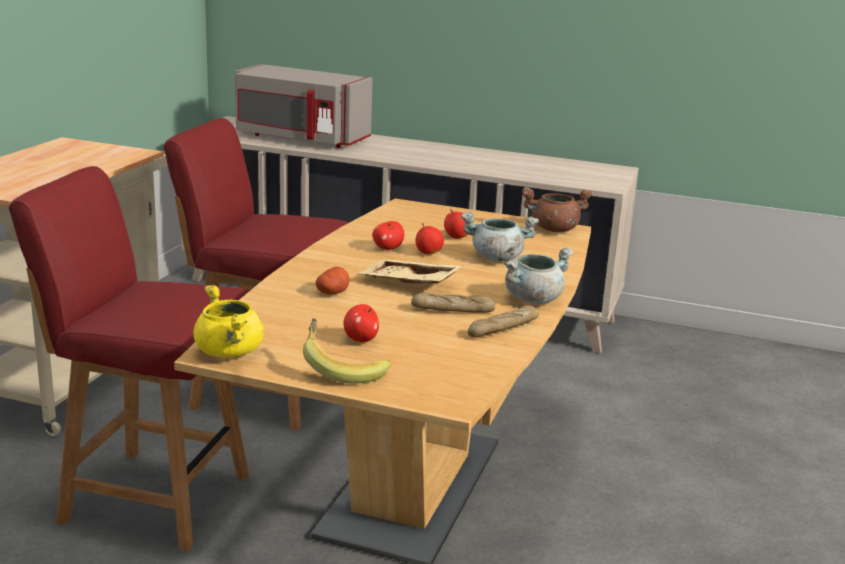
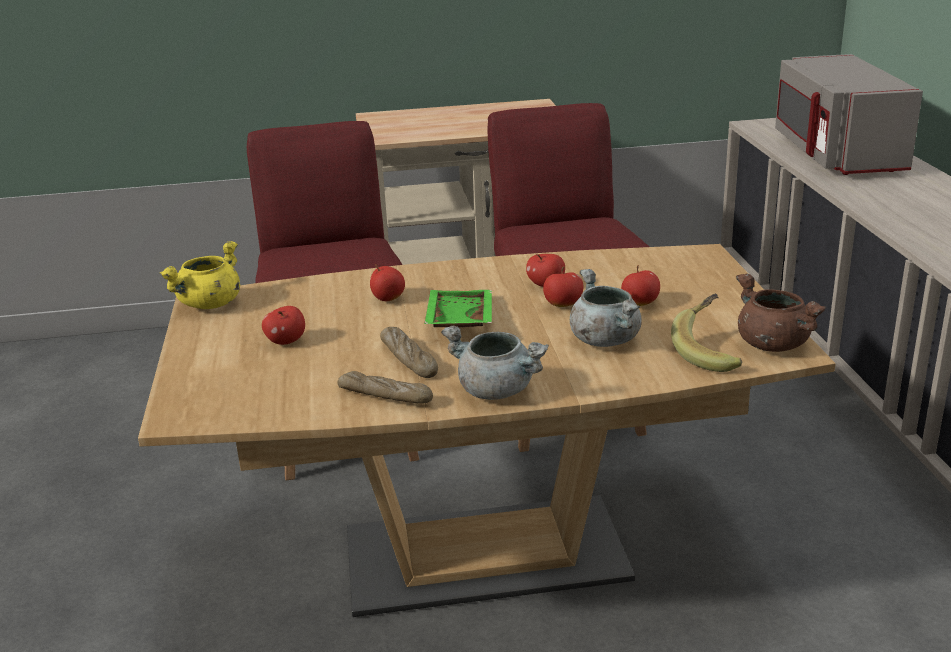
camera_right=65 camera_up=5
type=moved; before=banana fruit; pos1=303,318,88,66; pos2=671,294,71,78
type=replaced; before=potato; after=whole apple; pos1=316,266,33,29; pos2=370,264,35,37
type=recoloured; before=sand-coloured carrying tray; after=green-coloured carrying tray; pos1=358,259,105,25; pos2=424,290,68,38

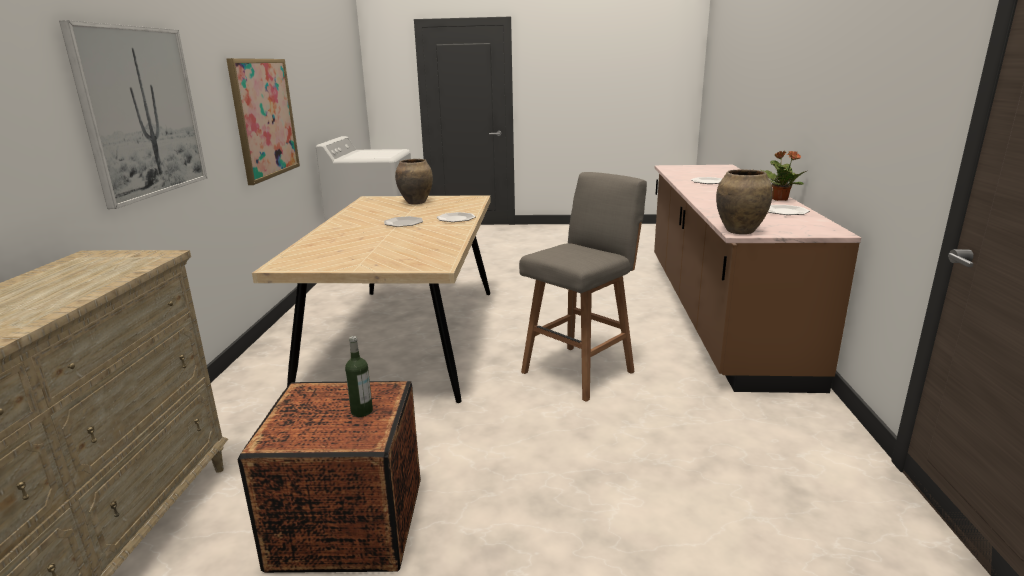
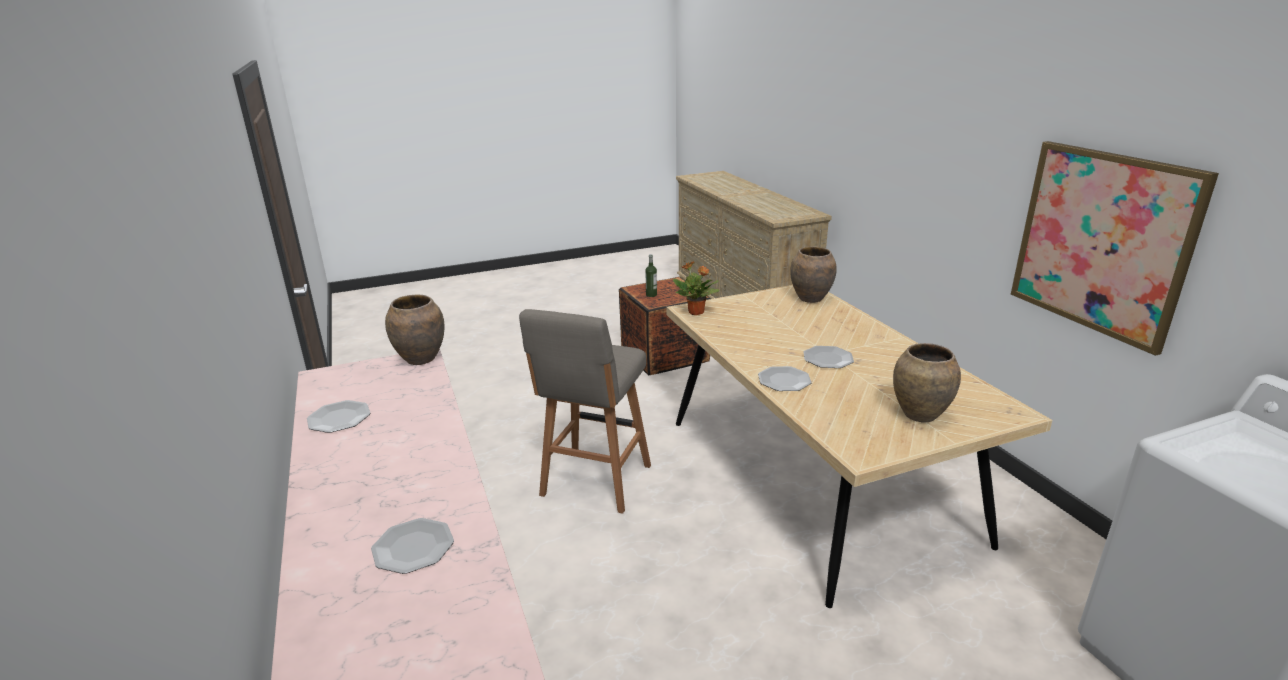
camera_right=155 camera_up=5
type=removed; before=wall picture; pos1=59,20,148,189
type=added; after=brown-coloured decorative vase; pos2=790,246,47,57
type=moved; before=houseplant; pos1=761,151,45,50; pos2=673,261,47,54

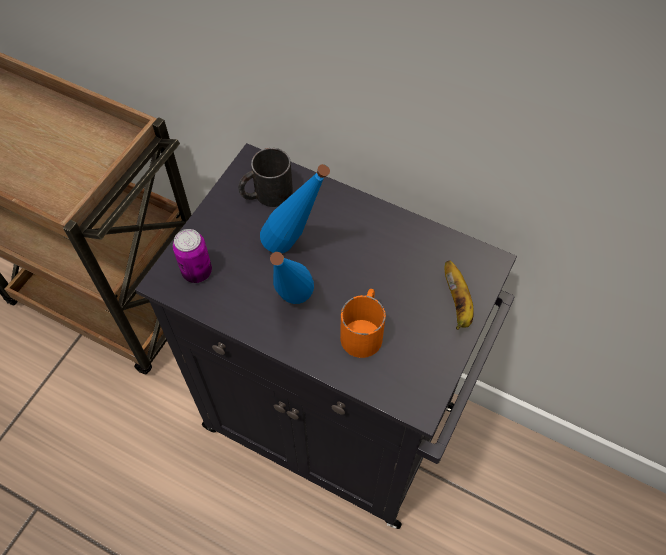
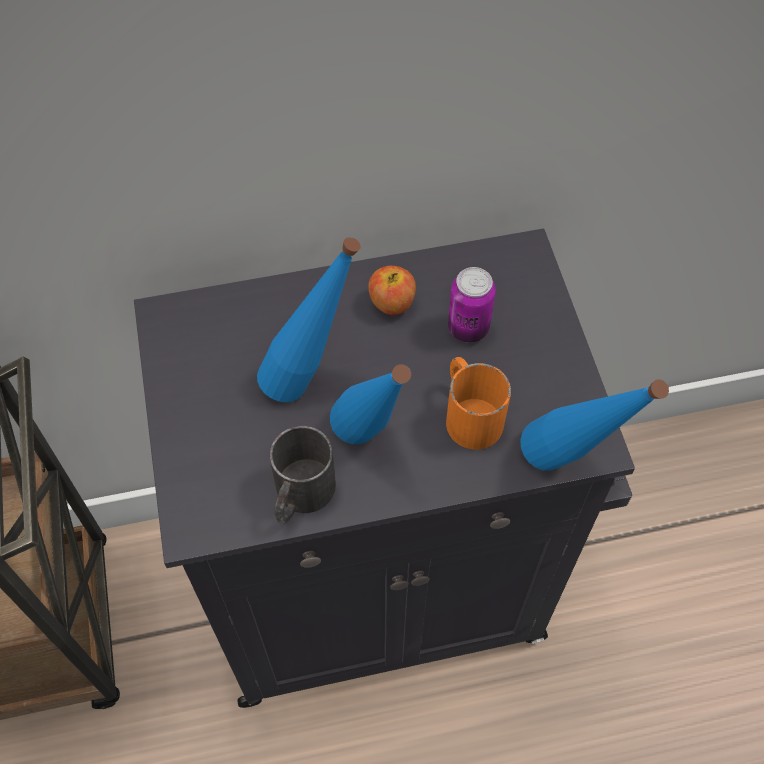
camera_right=-40 camera_up=0
type=removed; before=banana fruit; pos1=445,260,29,70
type=added; after=whole apple; pos2=368,266,48,49
type=added; after=blue-coloured bottle; pos2=520,379,149,92
type=moved; before=metal can; pos1=173,229,39,54; pos2=448,267,48,76
type=moved; before=blackish coffee mug; pos1=238,148,55,59; pos2=270,426,66,98

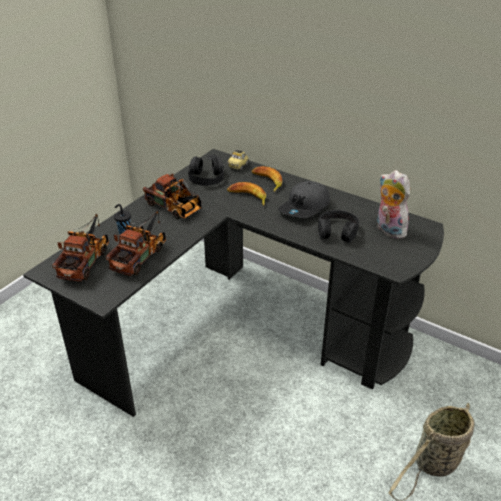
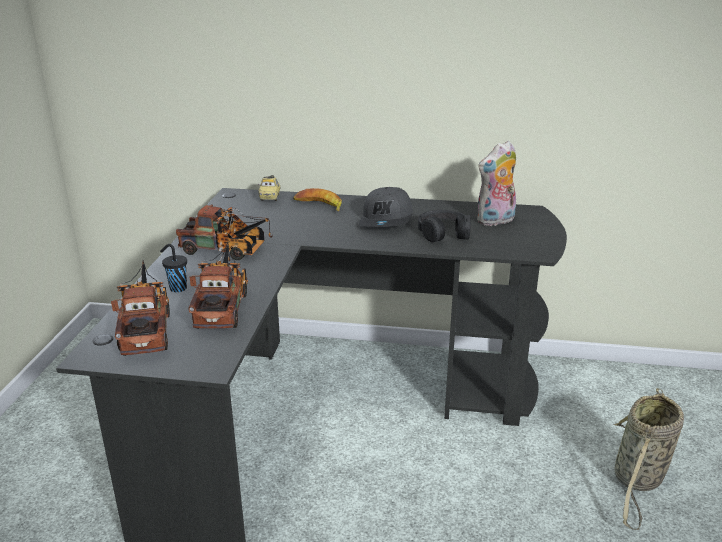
camera_right=-25 camera_up=-10
type=removed; before=blackish headset; pos1=188,156,36,30
type=removed; before=banana fruit; pos1=227,182,39,24
type=turned; before=cuddly toy; pos1=377,170,33,69; pos2=477,141,39,85; turn=-60

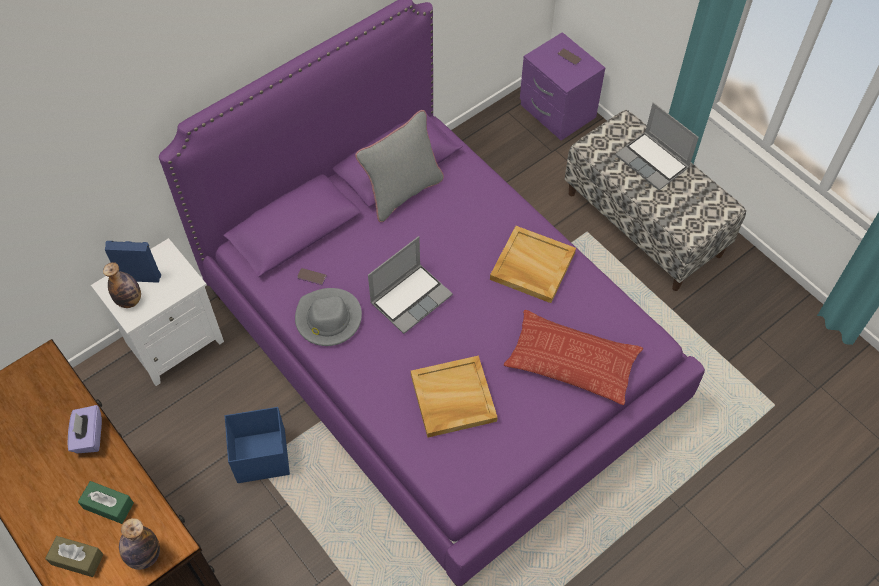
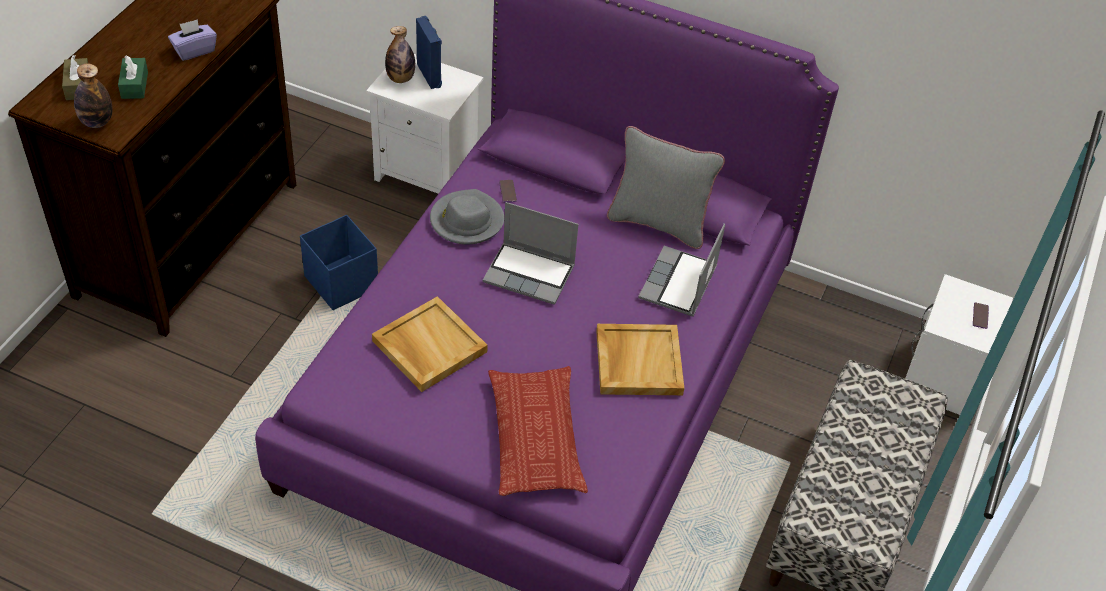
camera_right=60 camera_up=-10
type=moved; before=laptop; pos1=616,102,83,88; pos2=638,223,87,94
type=recoloured; before=purplish nightstand; after=whitish nightstand; pos1=520,32,85,108; pos2=905,274,108,141

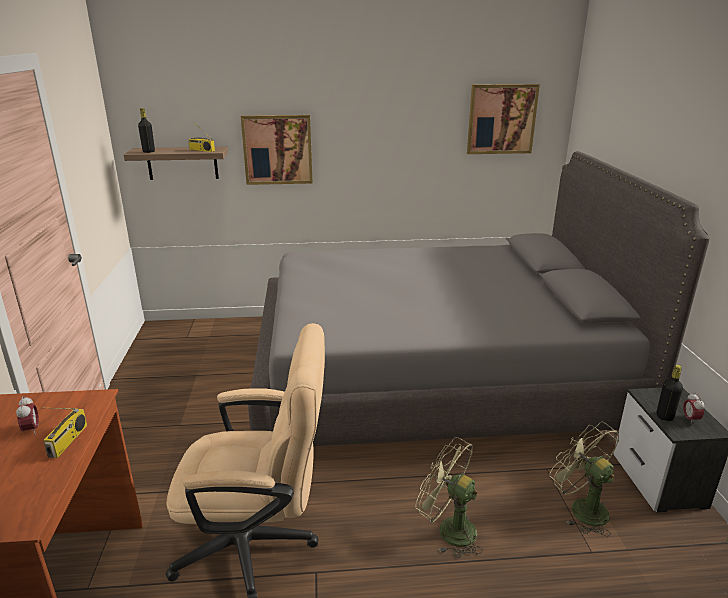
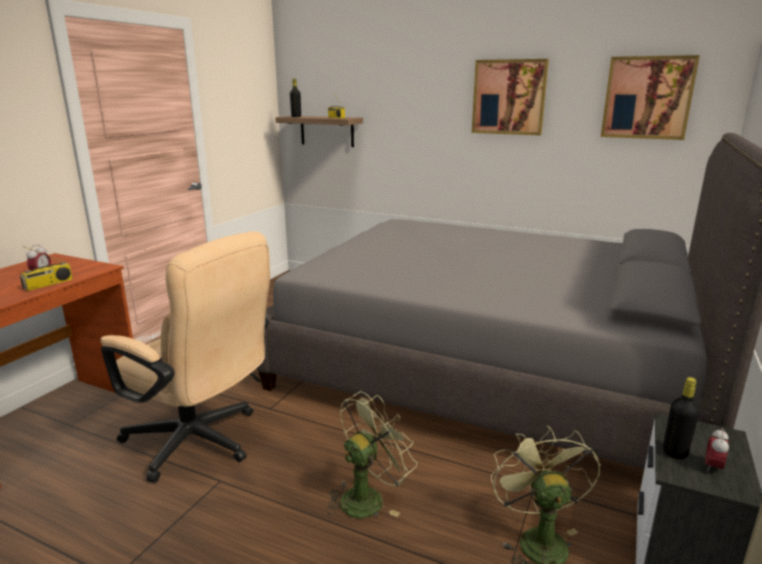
camera_right=30 camera_up=-5
type=moved; before=wall picture; pos1=241,115,72,70; pos2=472,59,77,76
type=turned; before=green-coloured cooling fan; pos1=415,437,68,121; pos2=326,391,91,127; turn=75

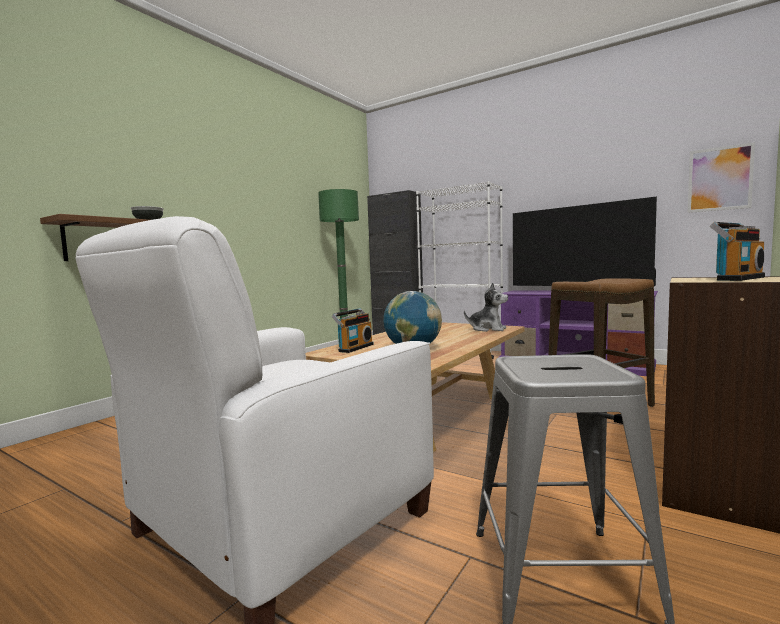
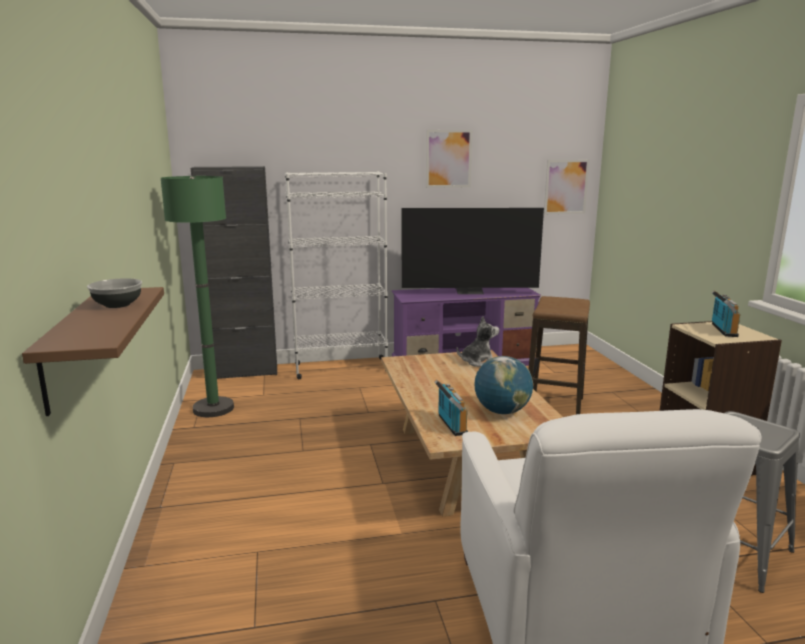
camera_right=-45 camera_up=10
type=added; after=wall picture; pos2=426,130,46,58

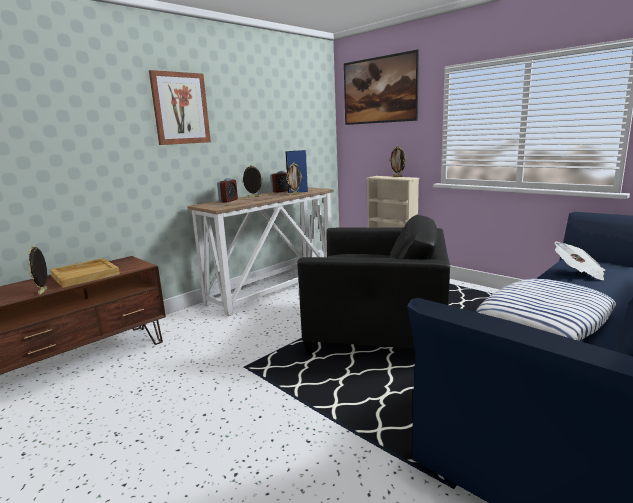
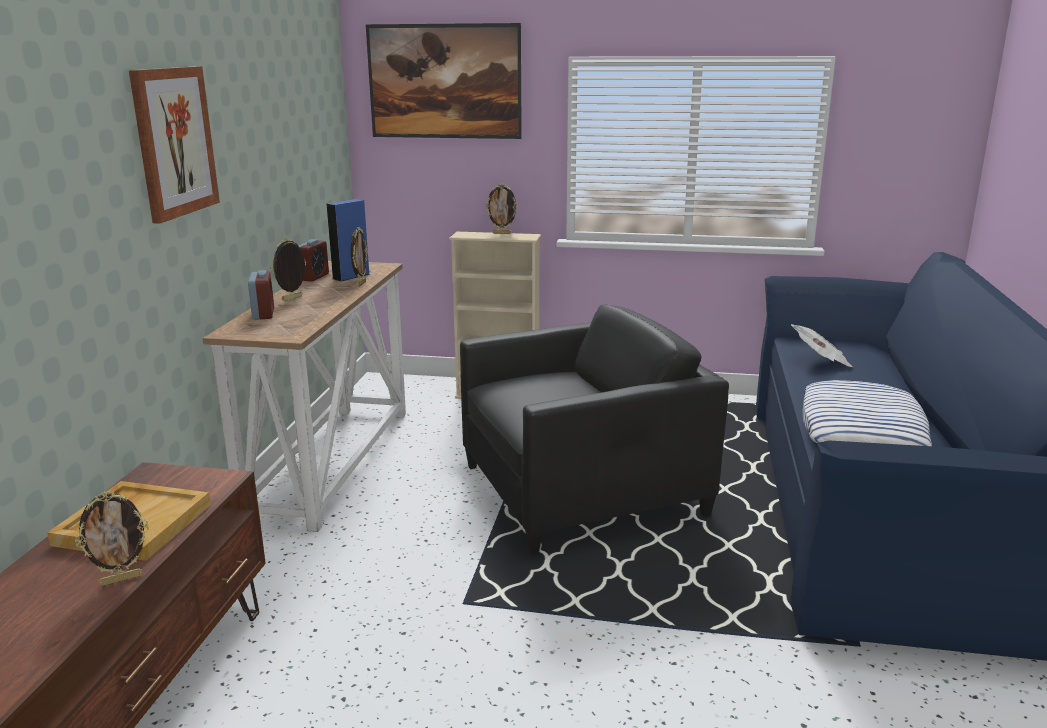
camera_right=-35 camera_up=5
type=turned; before=photo frame; pos1=28,246,19,49; pos2=75,492,74,94; turn=-75

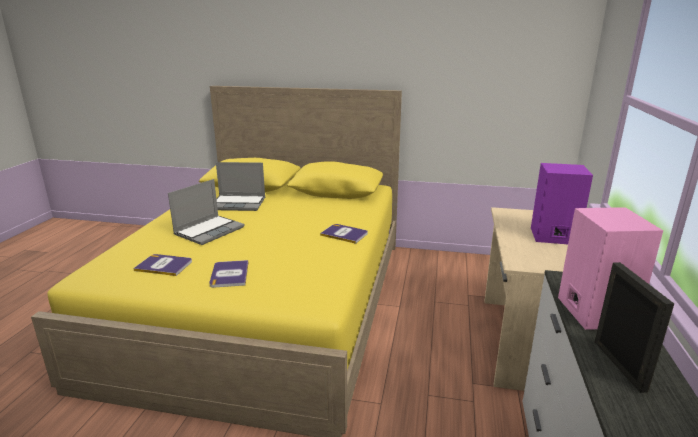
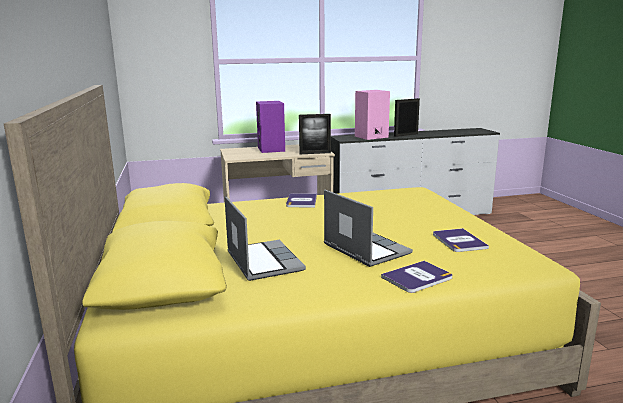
camera_right=-115 camera_up=-5
type=added; after=photo frame; pos2=299,114,32,40
type=moved; before=bound book; pos1=209,260,39,28; pos2=381,261,72,32
type=turned; before=laptop; pos1=168,179,77,66; pos2=324,190,89,77; turn=45

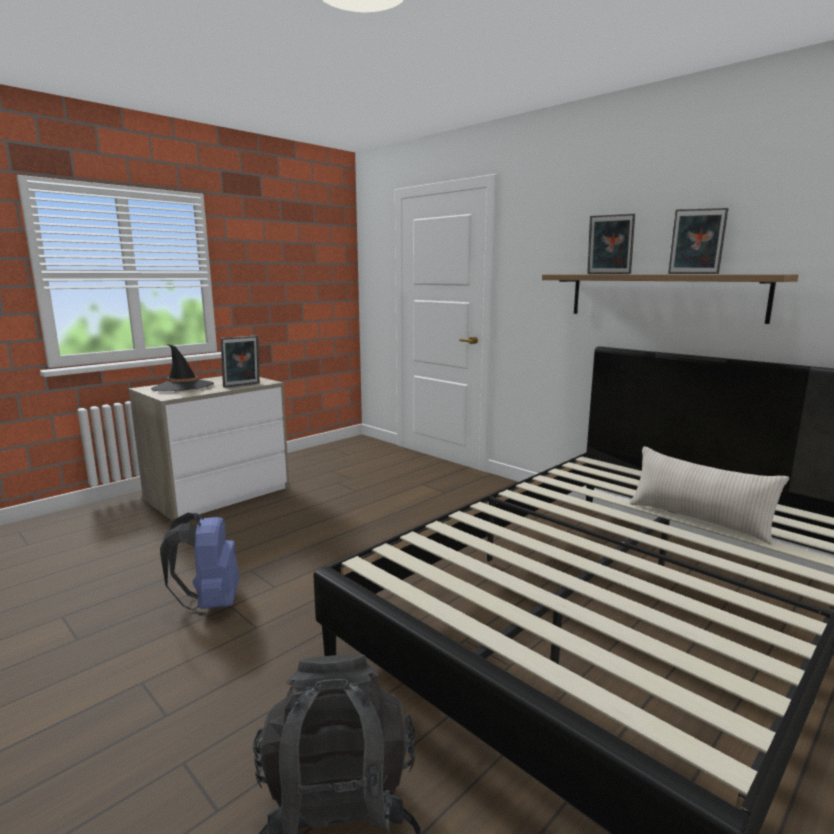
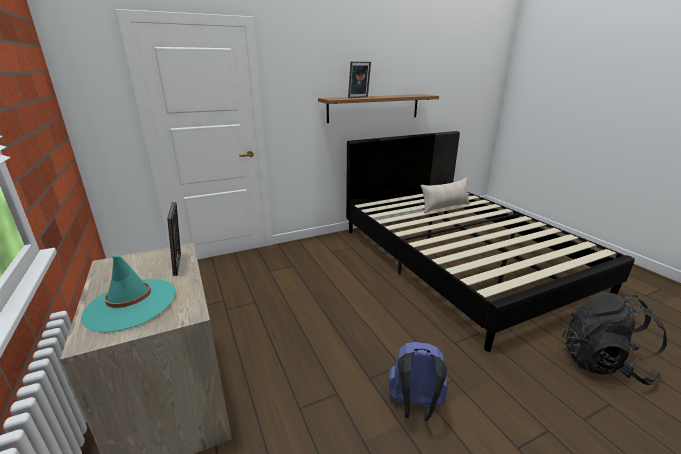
camera_right=-70 camera_up=10
type=removed; before=photo frame; pos1=668,208,60,66
type=recoloured; before=blackish hat; after=turquoise-coloured hat; pos1=151,344,63,47; pos2=81,255,94,78

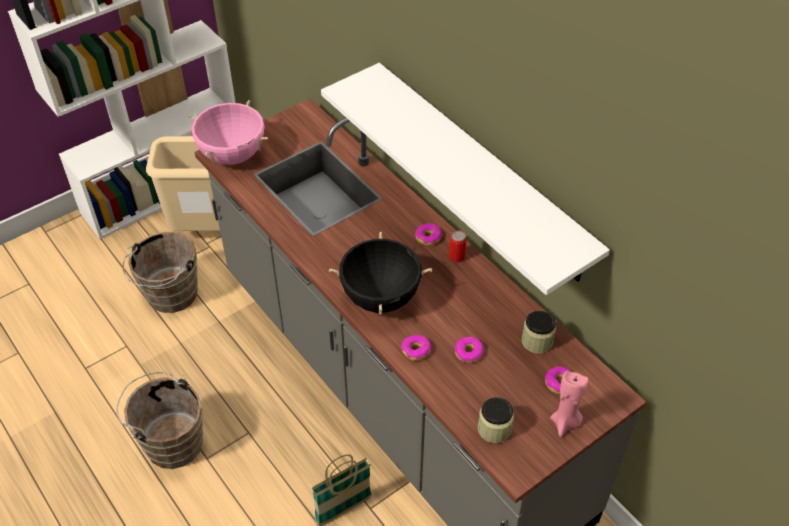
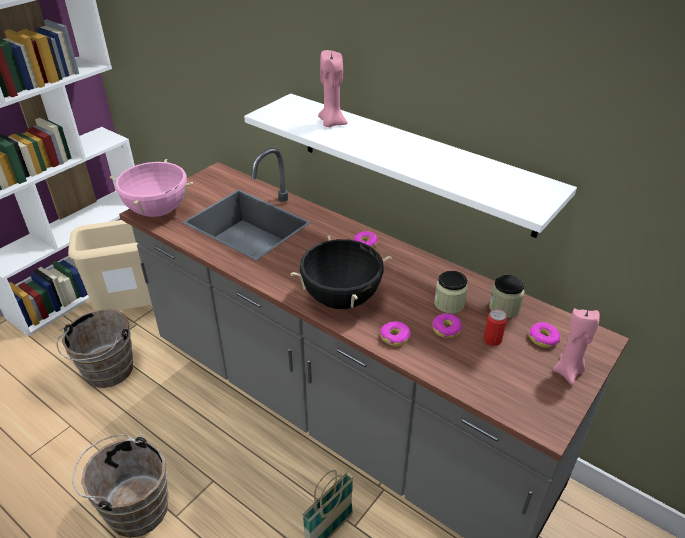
camera_right=-15 camera_up=-10
type=added; after=pinkish wax candle; pos2=318,50,30,77
type=moved; before=metal can; pos1=449,230,18,32; pos2=484,309,23,37
type=moved; before=preserve jar; pos1=478,397,36,46; pos2=434,271,34,43

